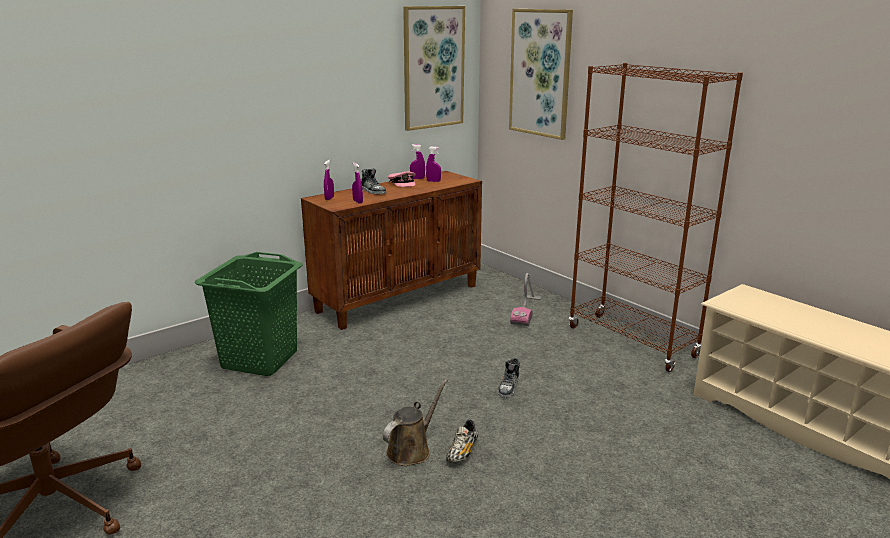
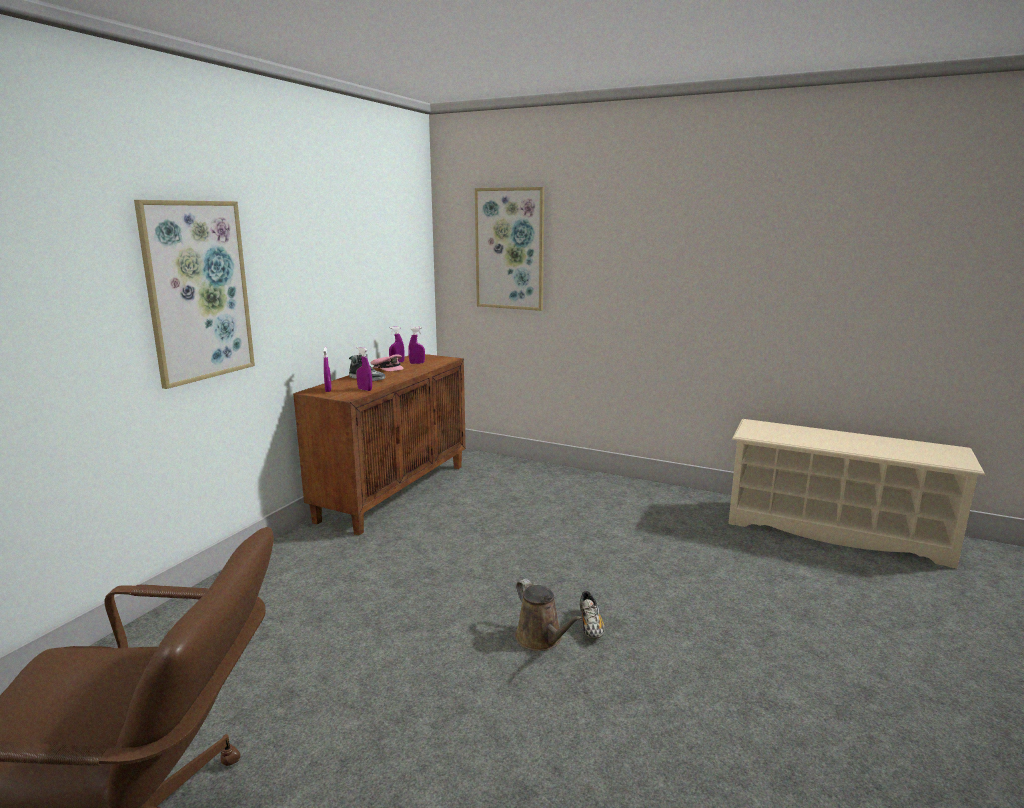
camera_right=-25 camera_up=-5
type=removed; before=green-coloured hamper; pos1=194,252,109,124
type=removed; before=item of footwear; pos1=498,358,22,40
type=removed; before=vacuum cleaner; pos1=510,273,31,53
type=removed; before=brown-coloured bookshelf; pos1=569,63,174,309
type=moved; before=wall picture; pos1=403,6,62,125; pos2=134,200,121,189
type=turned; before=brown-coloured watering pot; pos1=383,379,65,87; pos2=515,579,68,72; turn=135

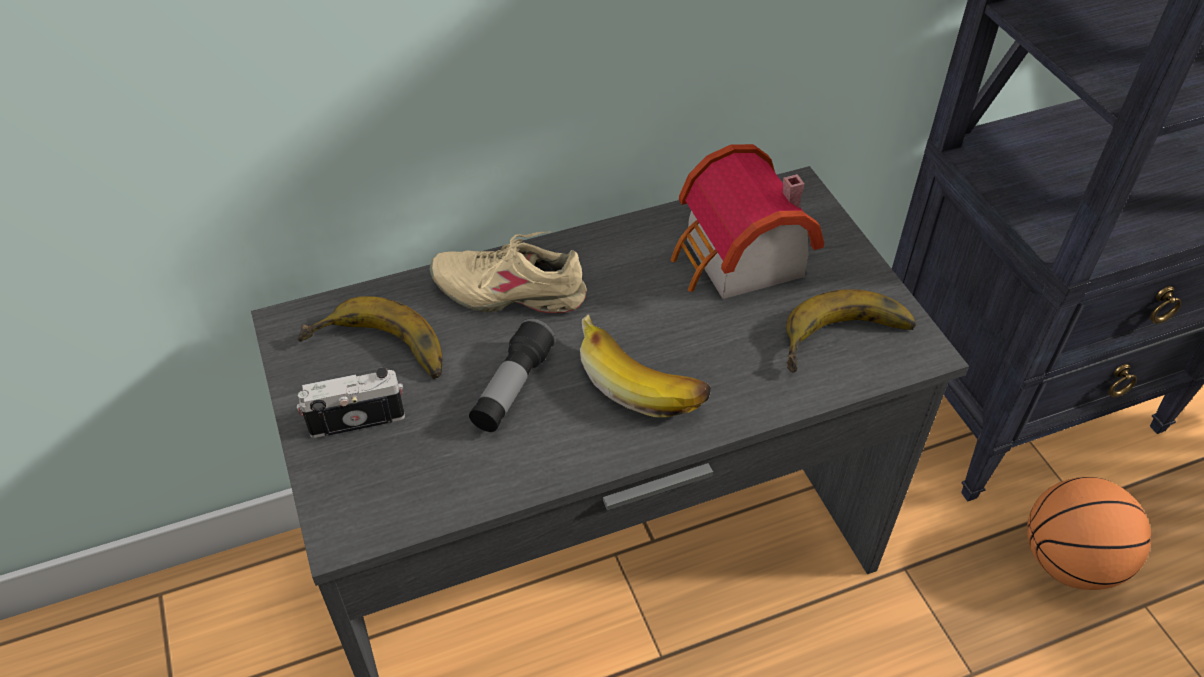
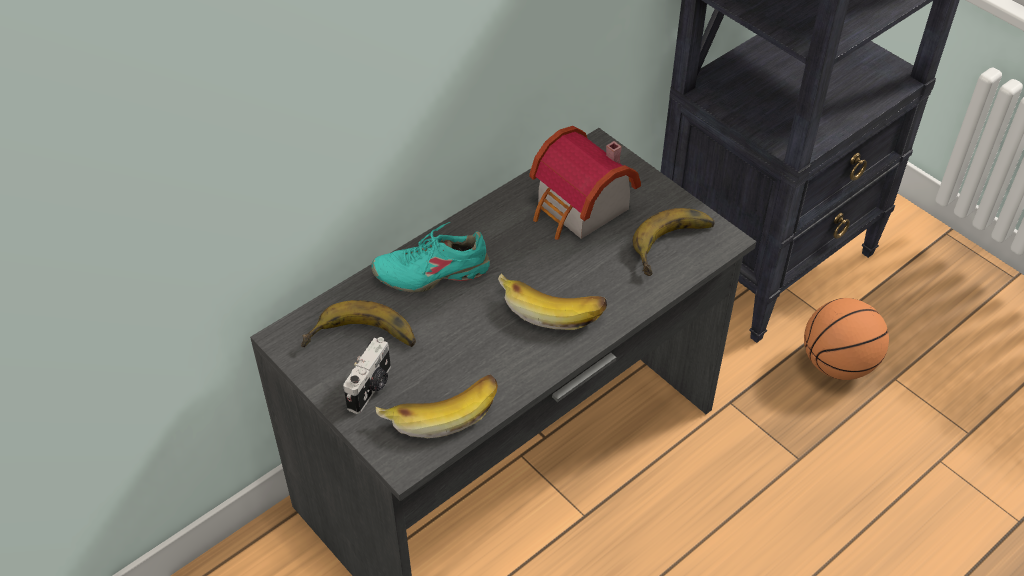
camera_right=-20 camera_up=0
type=removed; before=flashlight; pos1=469,318,87,114
type=added; after=banana fruit; pos2=376,374,122,64
type=recoloured; before=sand-coloured item of footwear; after=turquoise-coloured item of footwear; pos1=430,231,157,82; pos2=371,222,119,70
type=turned; before=still camera; pos1=297,367,108,71; pos2=343,337,48,77; turn=150

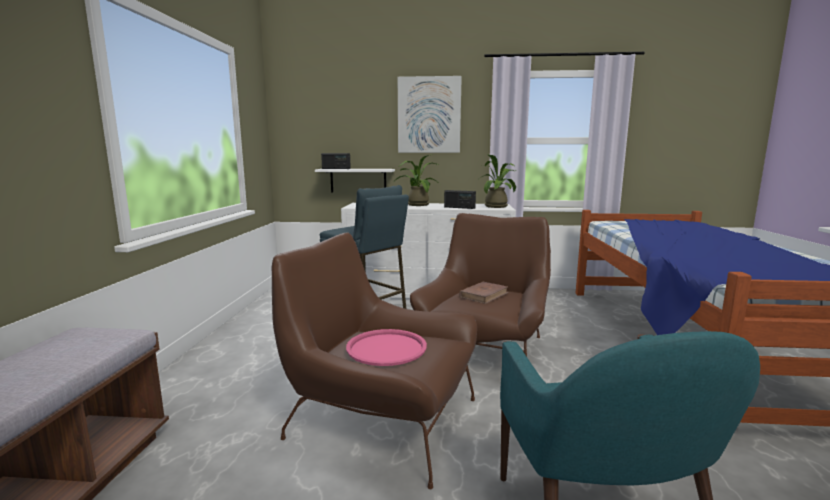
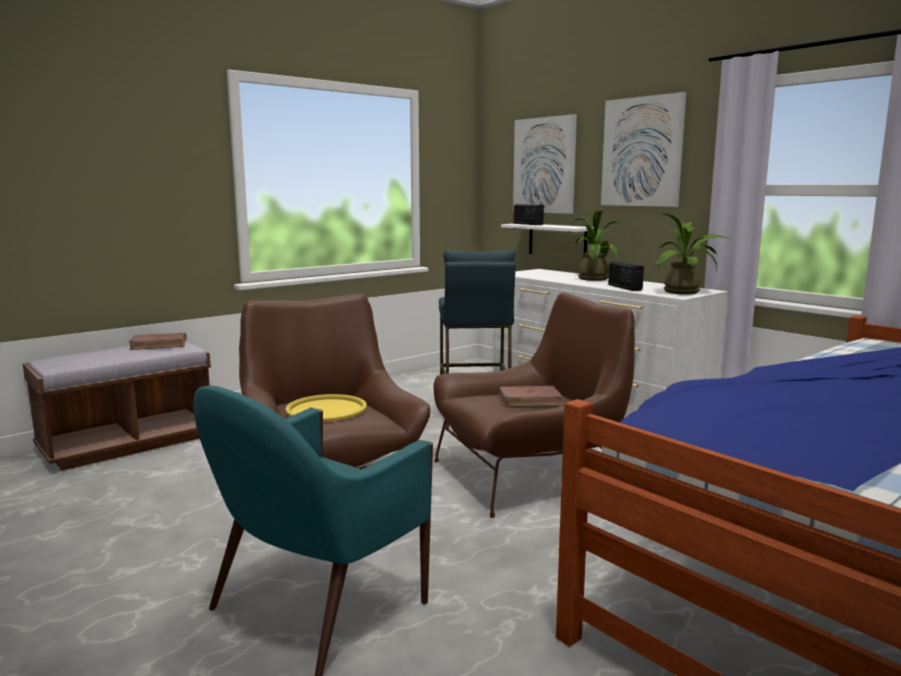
camera_right=45 camera_up=0
type=added; after=brown-coloured bound book; pos2=129,333,58,17
type=added; after=wall picture; pos2=513,114,64,100
type=recoloured; before=pinkish carrying tray; after=yellow carrying tray; pos1=346,329,81,37; pos2=285,394,82,28

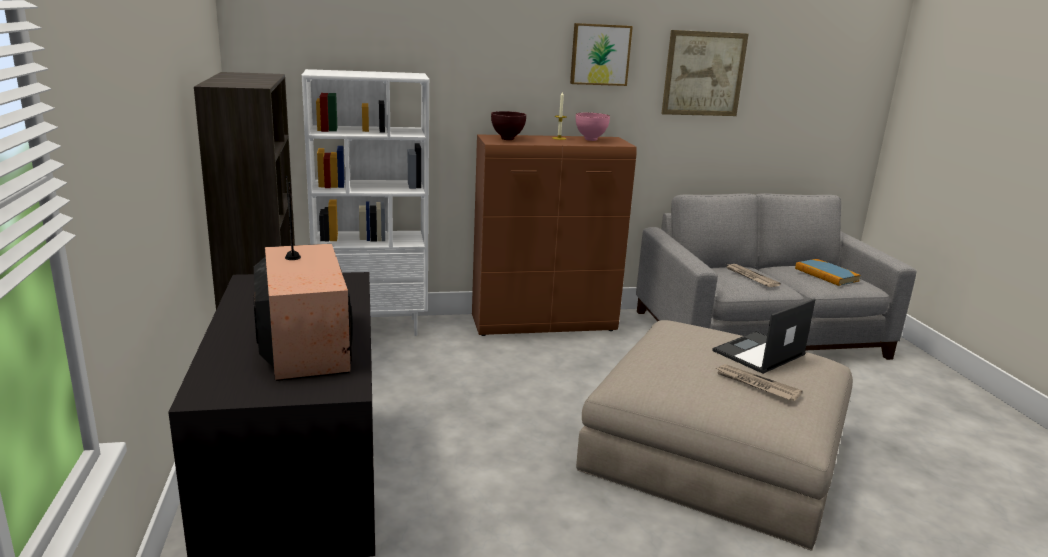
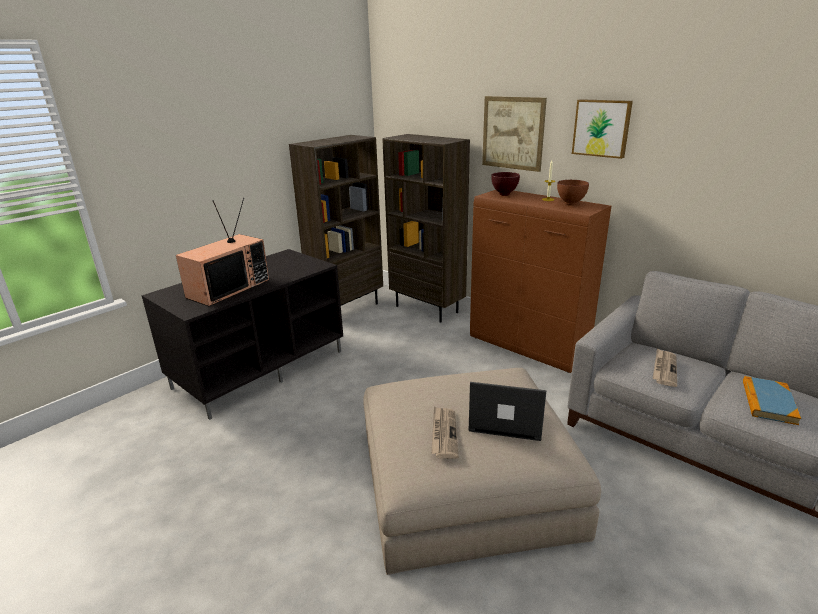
camera_right=55 camera_up=5
type=moved; before=wall picture; pos1=662,30,87,86; pos2=482,96,65,76
type=recoloured; before=whitish bookshelf; after=brown-coloured bookshelf; pos1=302,69,127,267; pos2=382,134,88,189
type=recoloured; before=pinkish serving bowl; after=brown-coloured serving bowl; pos1=576,113,34,28; pos2=557,180,32,26

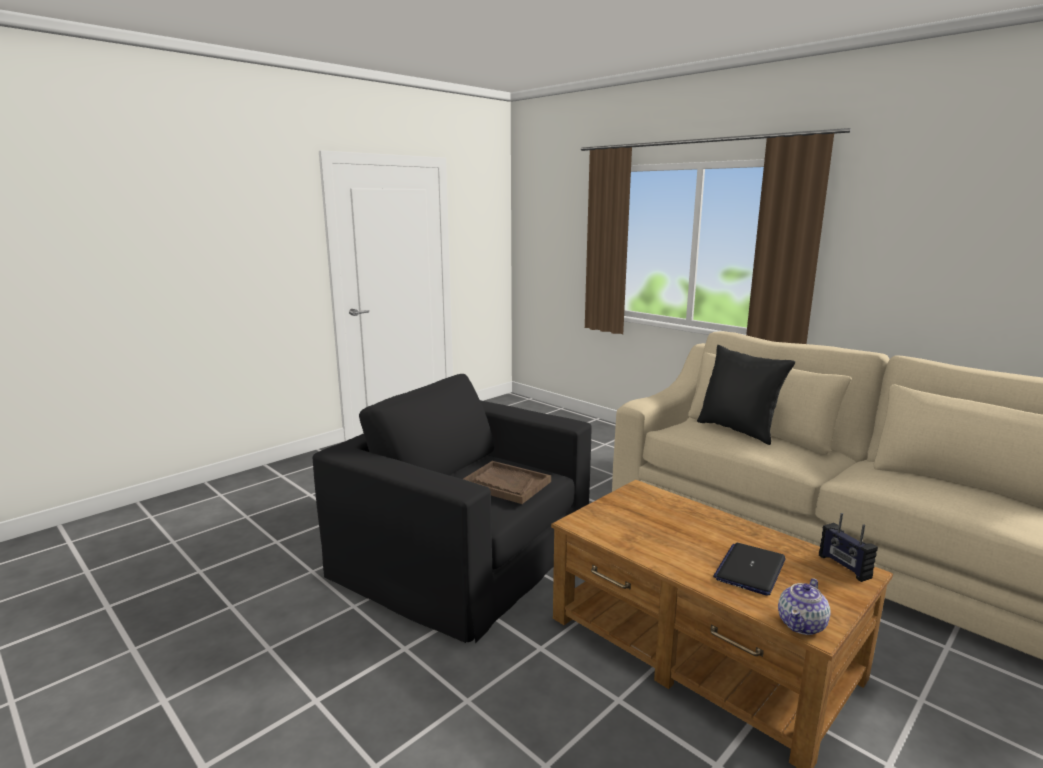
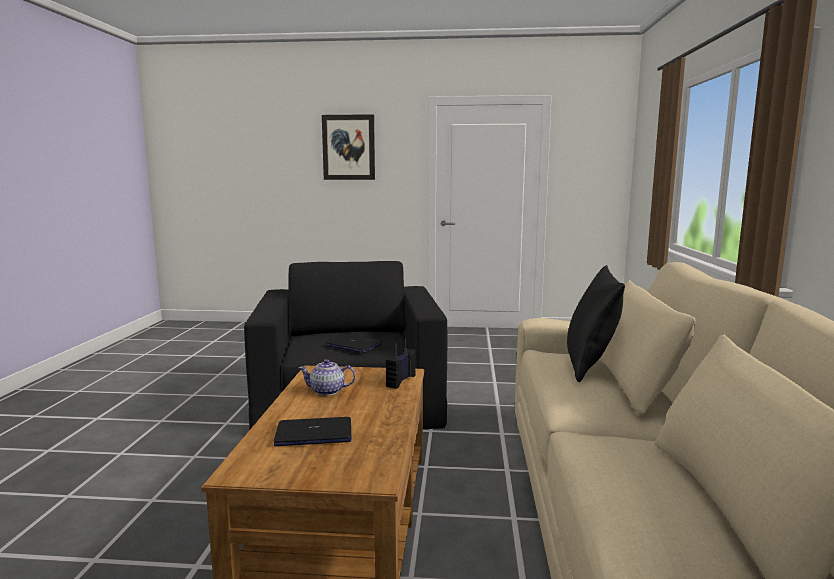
camera_right=50 camera_up=-5
type=added; after=wall picture; pos2=322,114,53,66
type=moved; before=pot for tea; pos1=778,578,53,57; pos2=299,359,57,37
type=moved; before=radio receiver; pos1=819,513,59,69; pos2=386,338,30,51
type=replaced; before=brown-coloured carrying tray; after=laptop; pos1=463,461,88,43; pos2=326,334,56,19

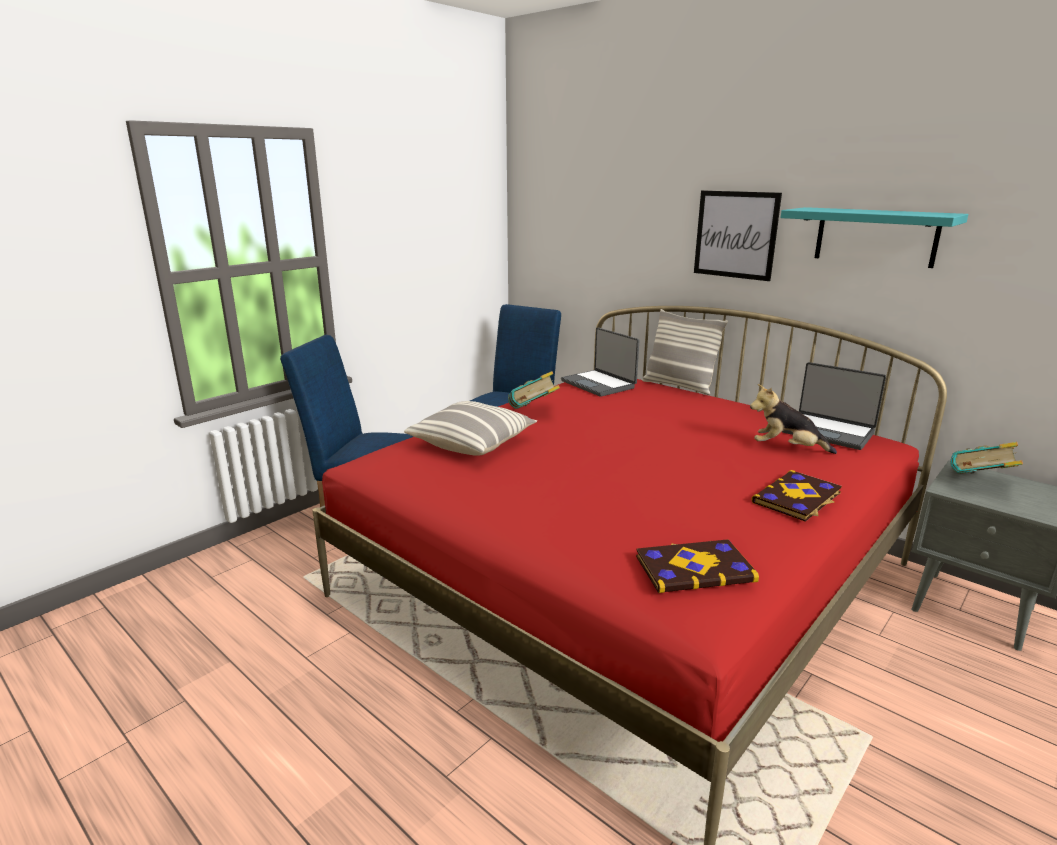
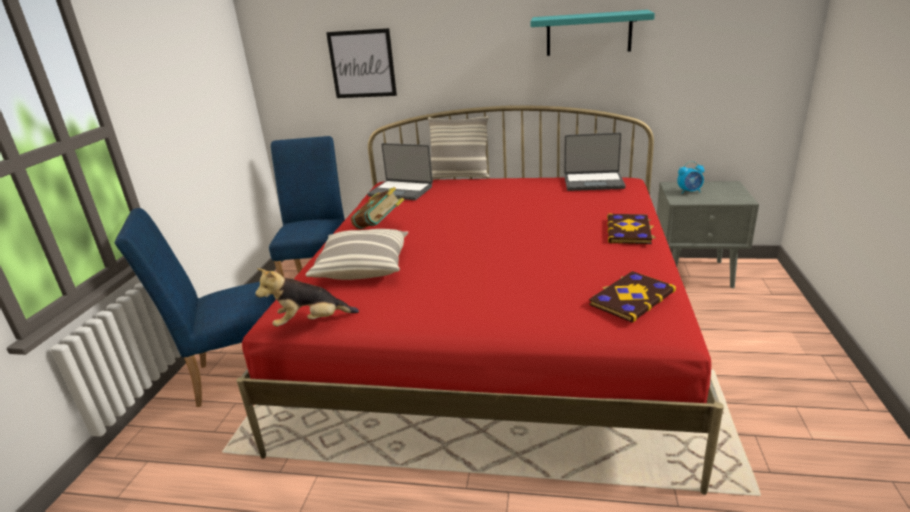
camera_right=-30 camera_up=5
type=moved; before=wall picture; pos1=694,190,88,91; pos2=326,28,71,70
type=moved; before=cuddly toy; pos1=750,384,87,70; pos2=255,268,104,59
type=replaced; before=bound book; after=alarm clock; pos1=950,442,73,32; pos2=677,162,27,32

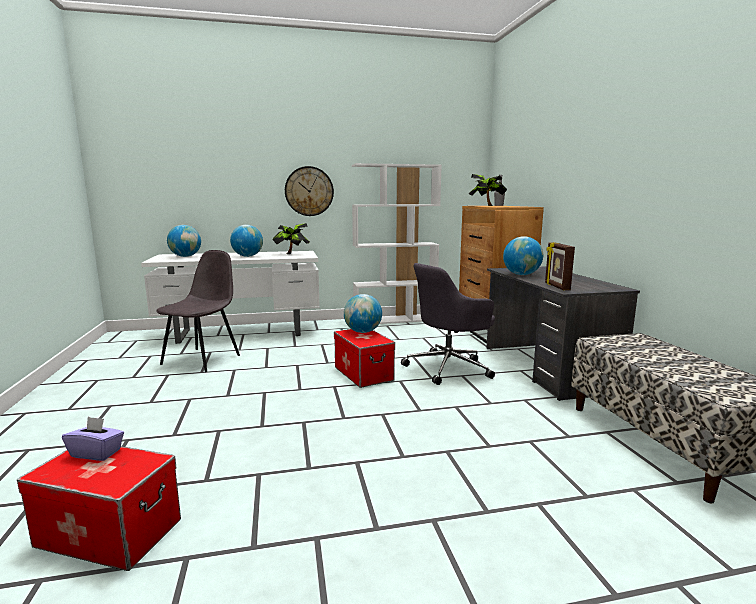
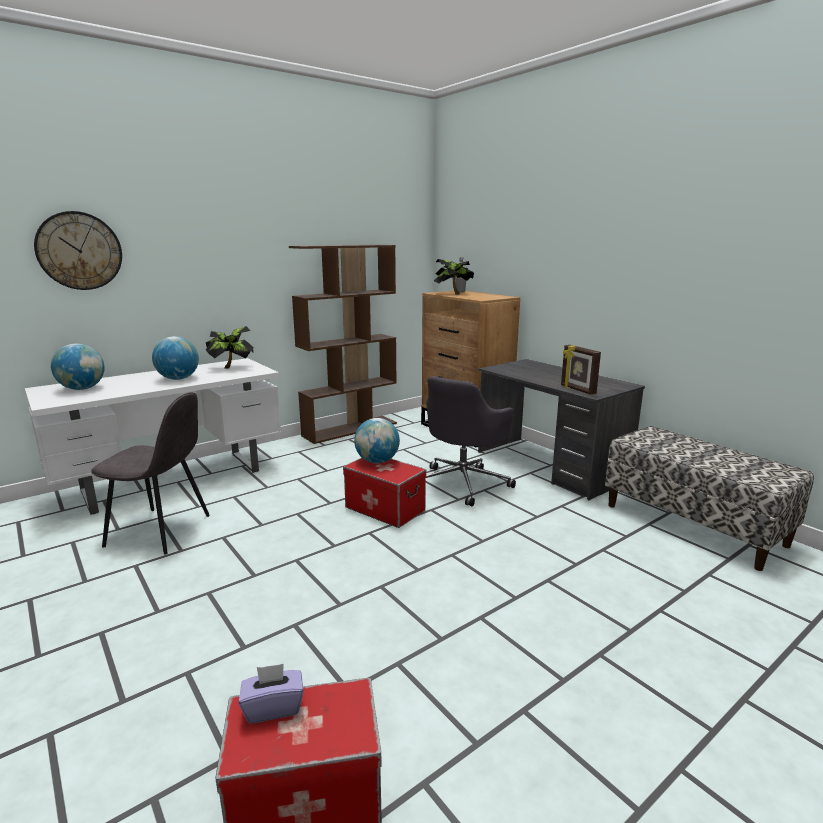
camera_right=-25 camera_up=5
type=removed; before=globe; pos1=503,236,40,39
type=moved; before=clock on the wall; pos1=285,166,49,50; pos2=34,211,88,79
type=recoloured; before=whitish bookshelf; after=brown-coloured bookshelf; pos1=352,163,90,161; pos2=289,245,108,199
type=turned; before=greyish plain chair; pos1=156,250,84,122; pos2=91,393,119,162; turn=105

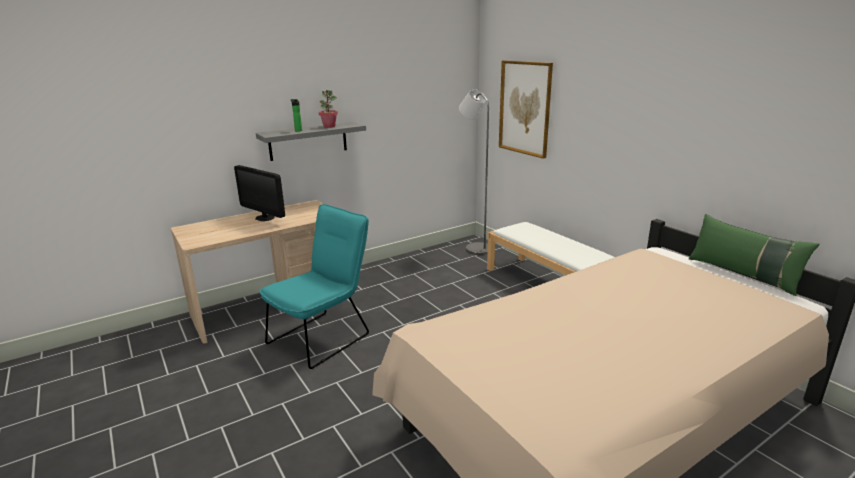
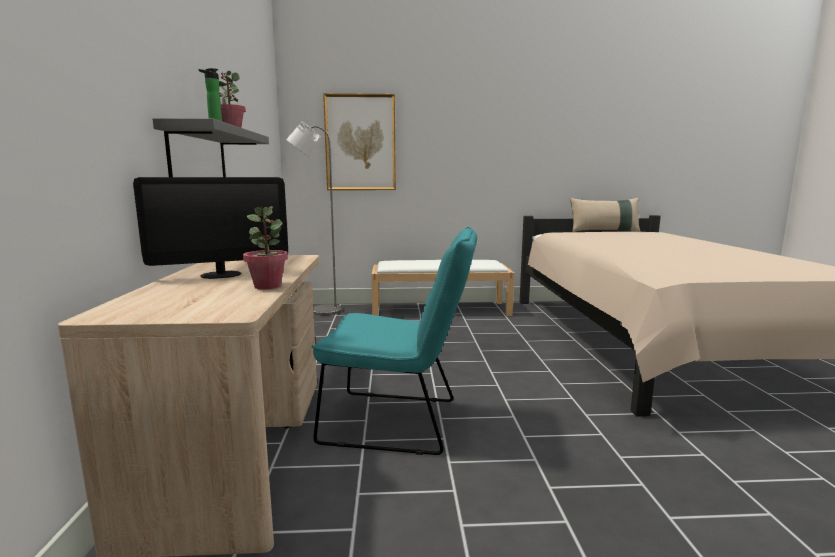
camera_right=-60 camera_up=-10
type=added; after=houseplant; pos2=243,206,45,83
type=recoloured; before=green-coloured pillow; after=sand-coloured pillow; pos1=689,214,130,82; pos2=570,198,71,34
type=turned; before=turquoise-coloured plain chair; pos1=259,204,110,165; pos2=312,227,165,228; turn=120

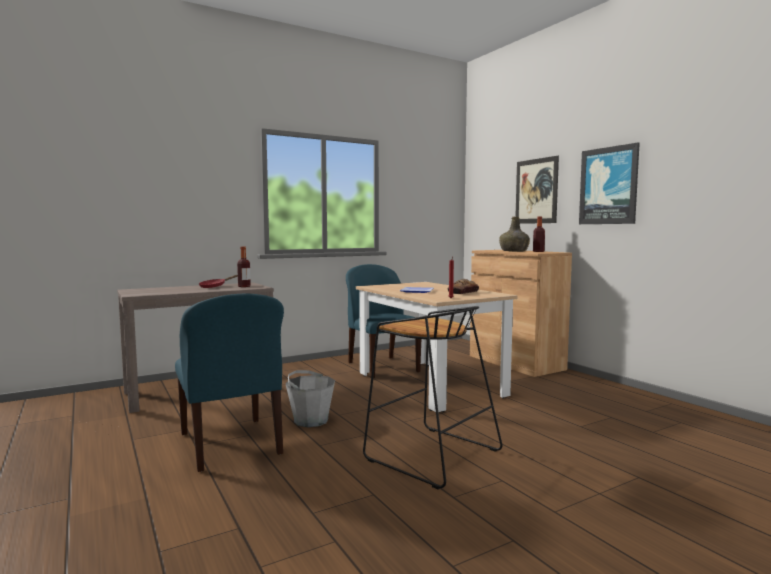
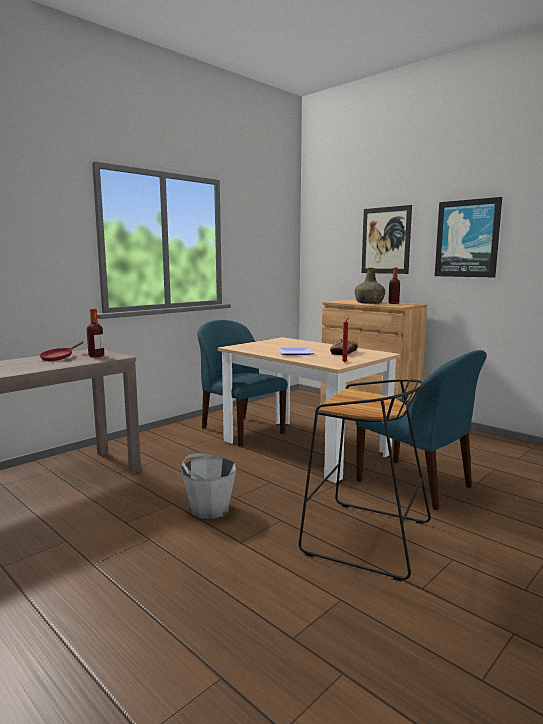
camera_right=-15 camera_up=5
type=moved; before=blue-coloured plain chair; pos1=175,294,109,178; pos2=355,350,132,161

